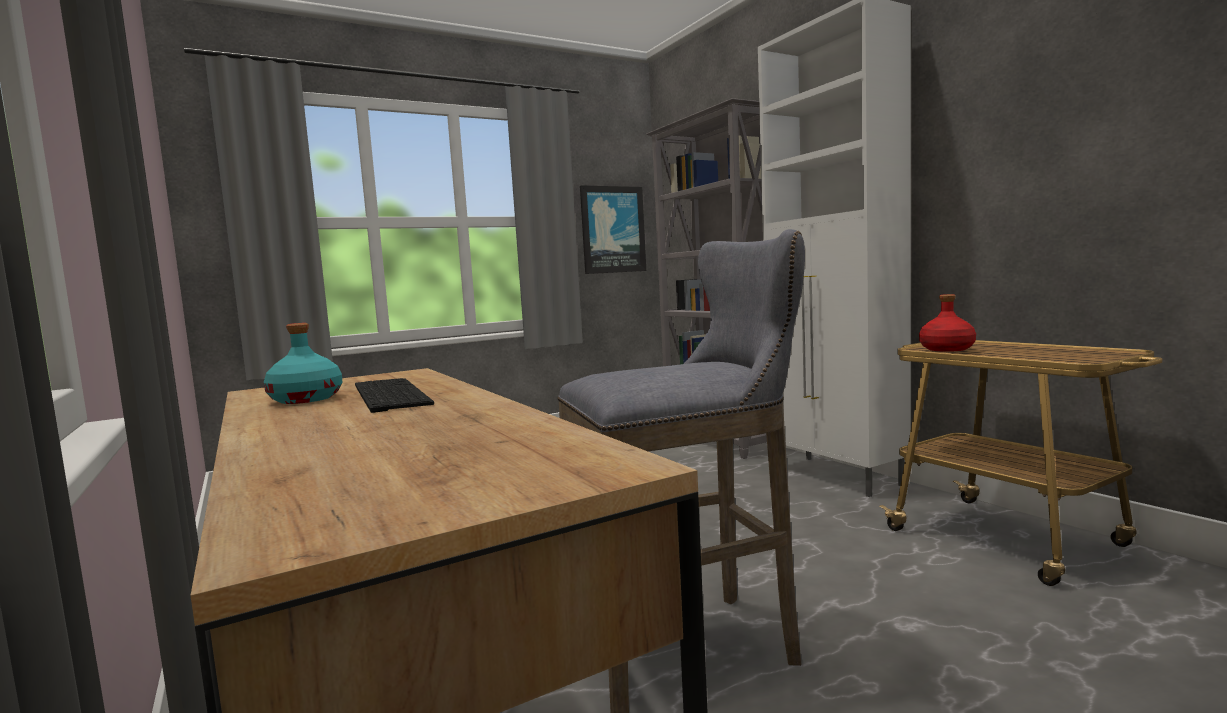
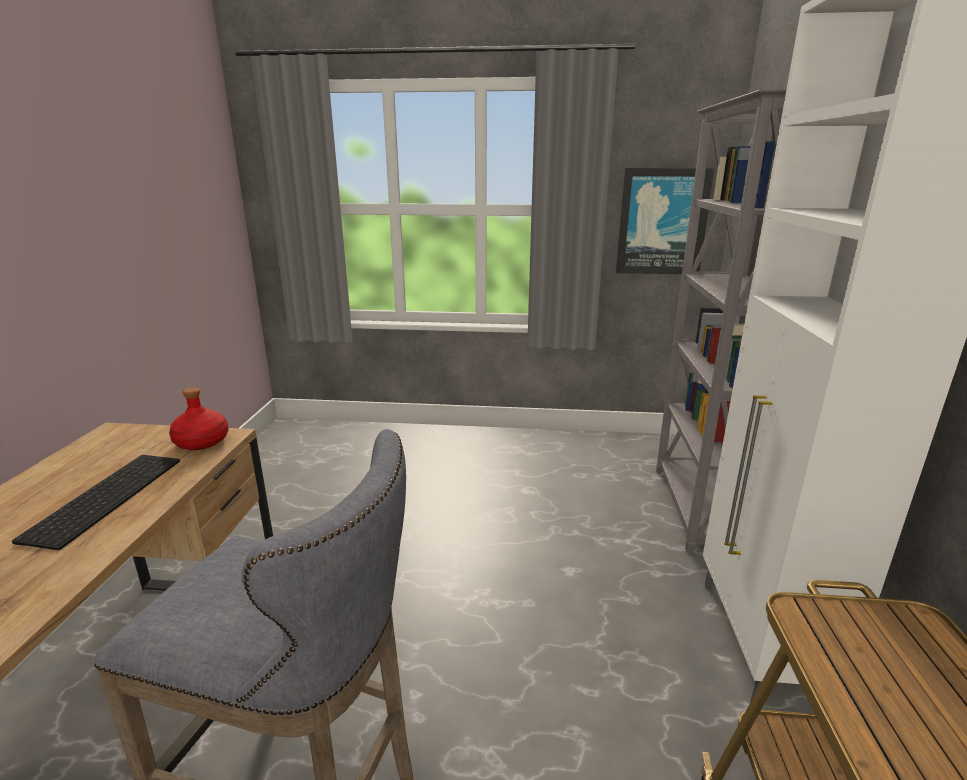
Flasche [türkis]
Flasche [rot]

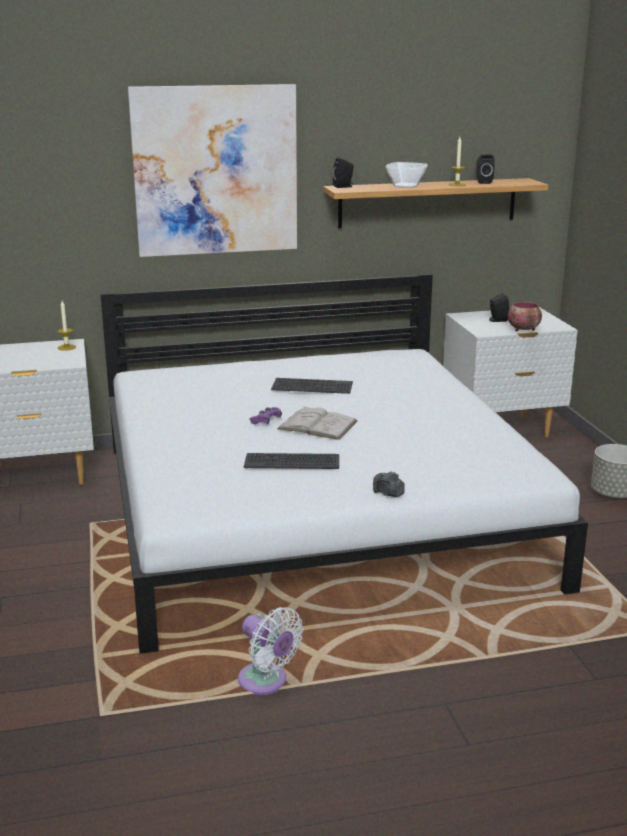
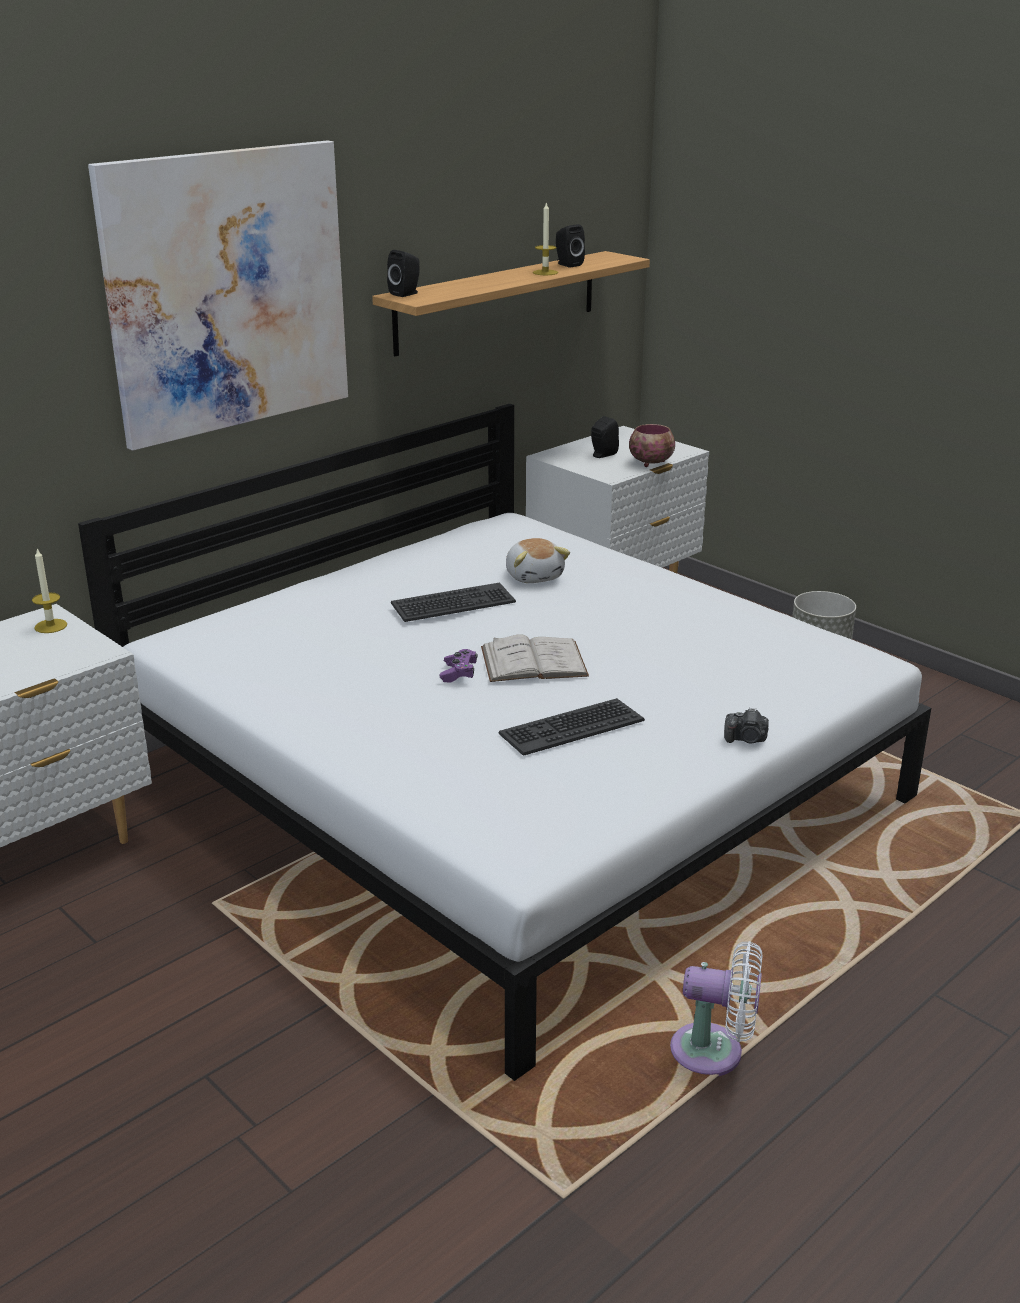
Schüssel (no. 1 from left in the first image)
Plüschtier

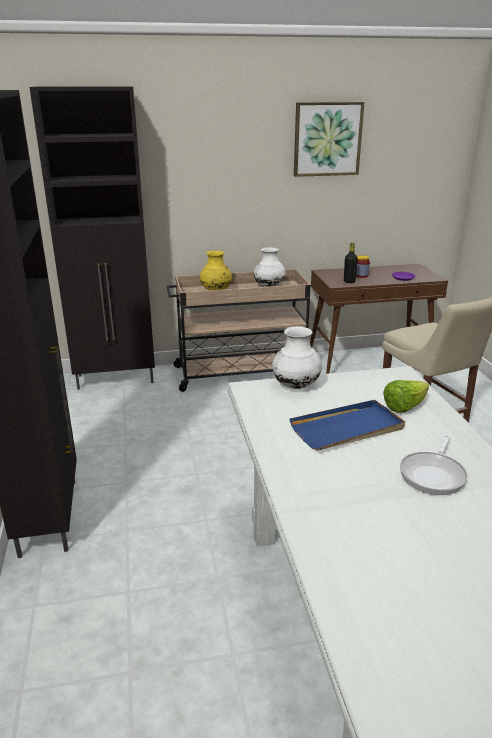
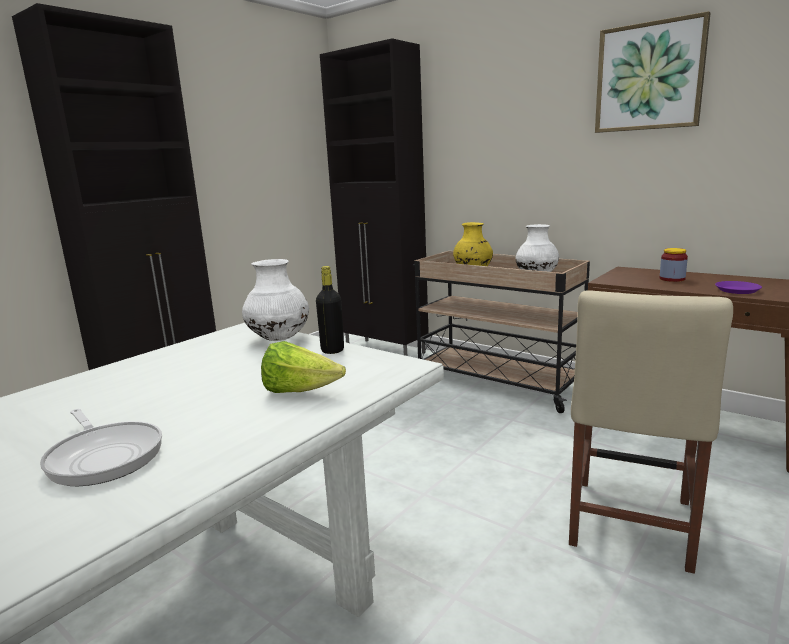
Tablett [blau]
Flasche [schwarz]
Pfanne

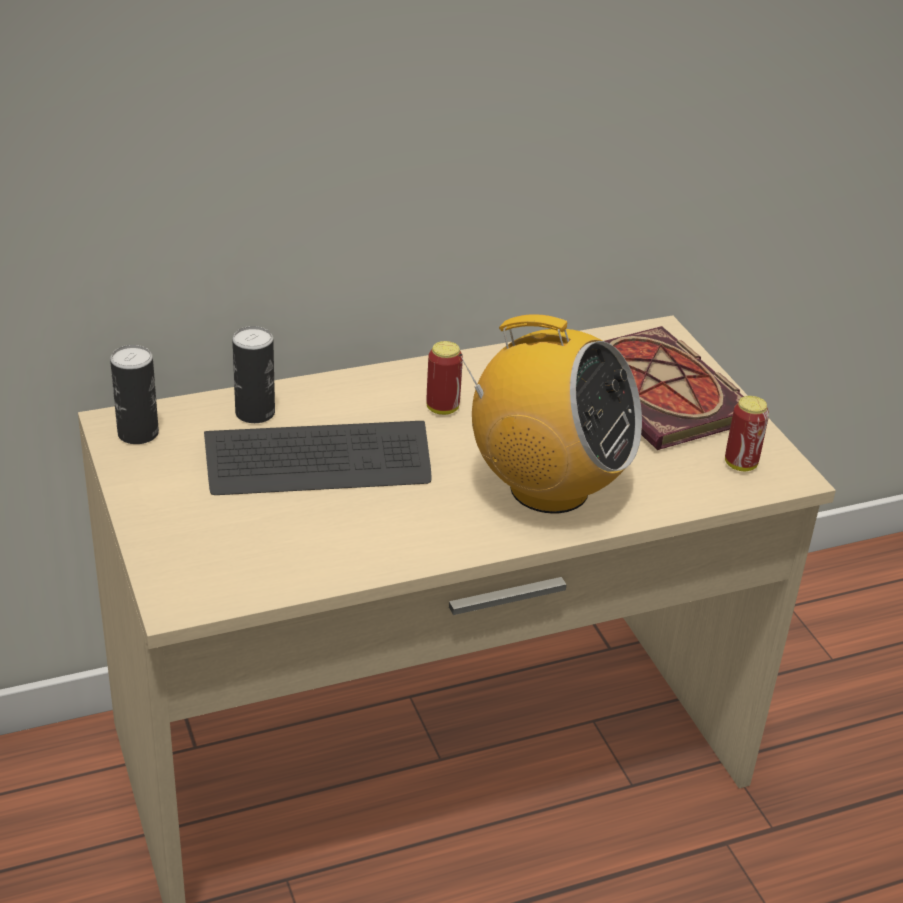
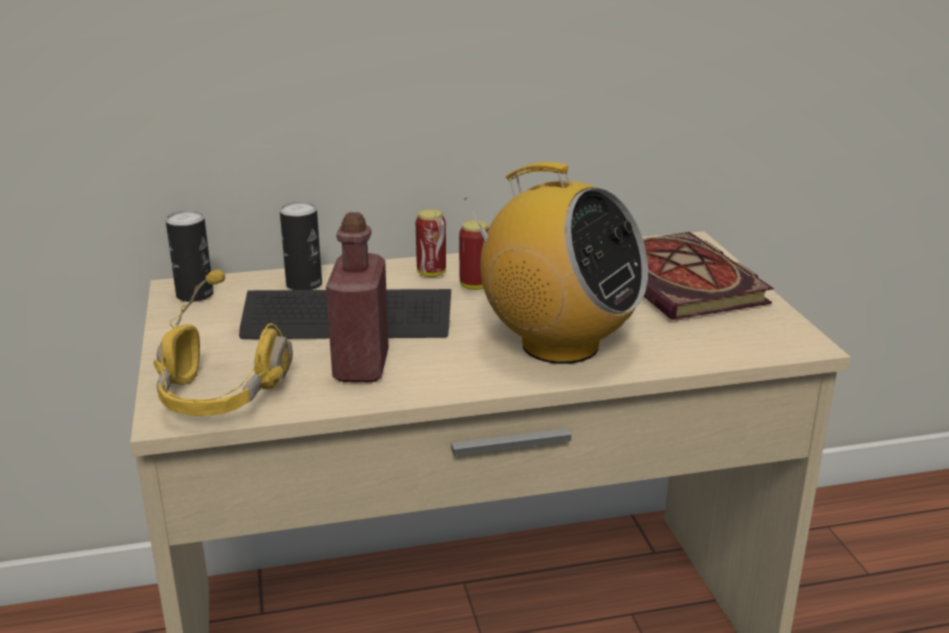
Dose (no. 3 from left)
Kopfhörer [gelb]
Flasche [rot]

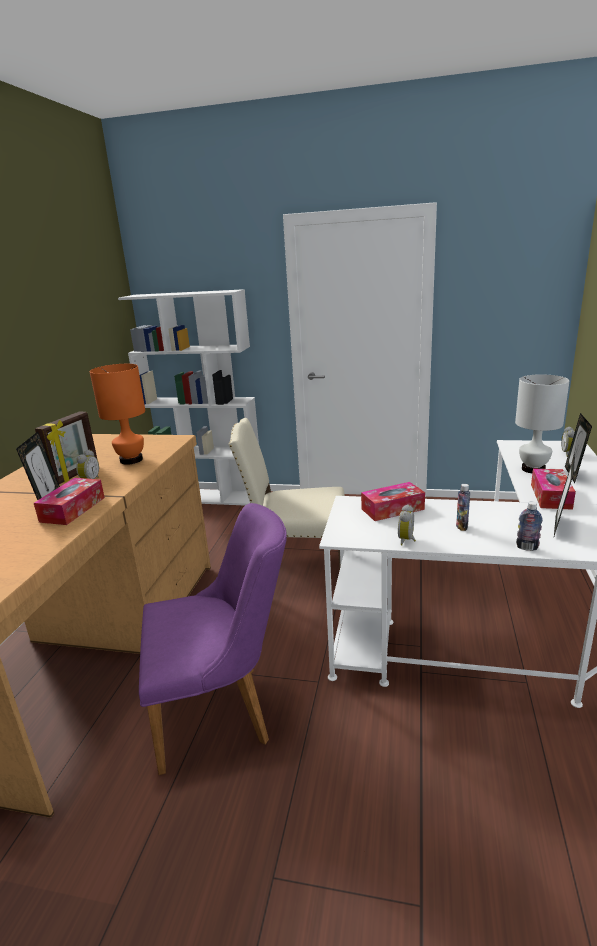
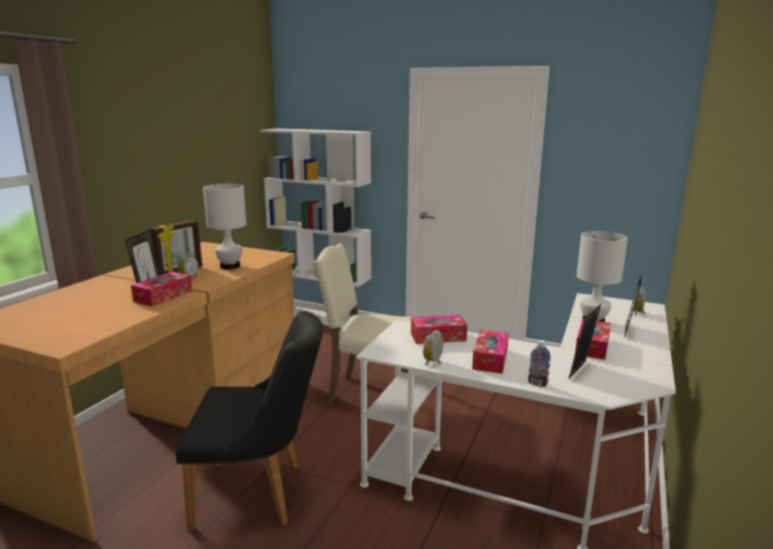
Tischlampe [weiß] (no. 1 from left)
Stuhl [schwarz]
Taschentuchbox (no. 3 from left)

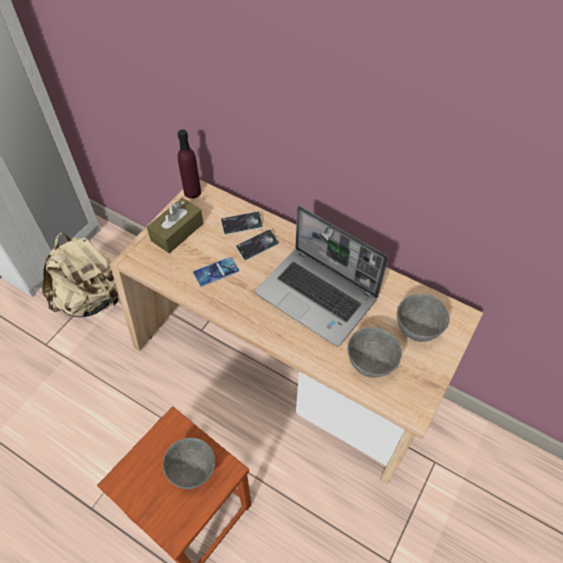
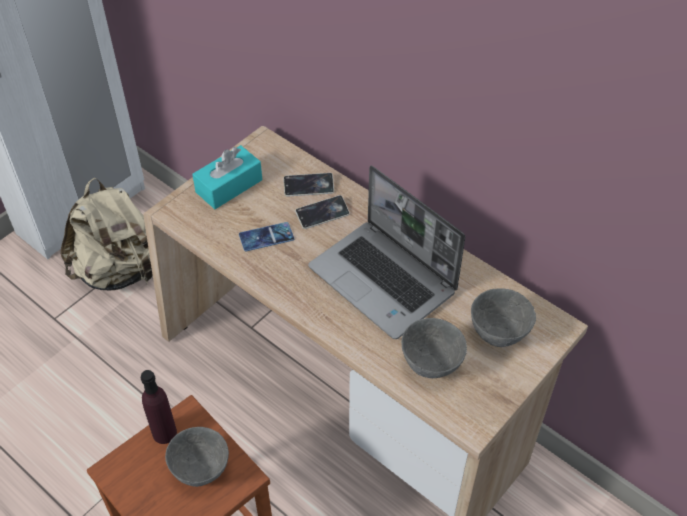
Taschentuchbox [türkis]
Flasche [lila]

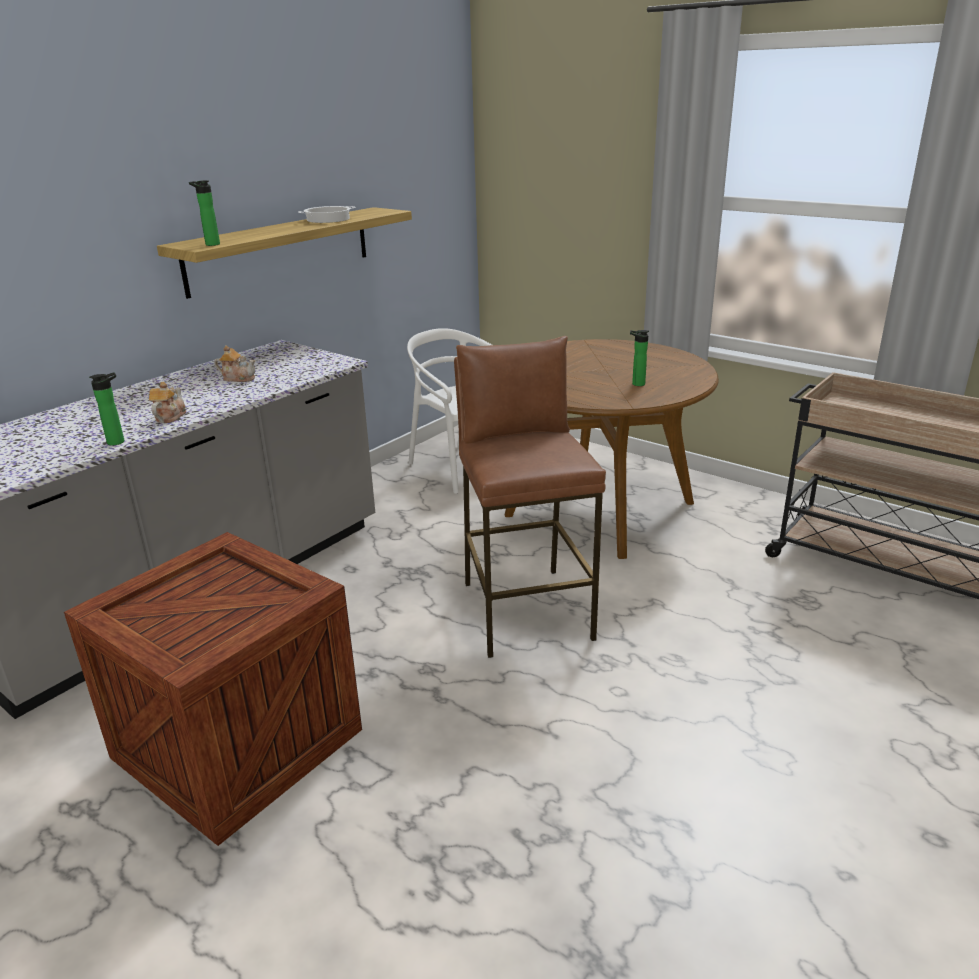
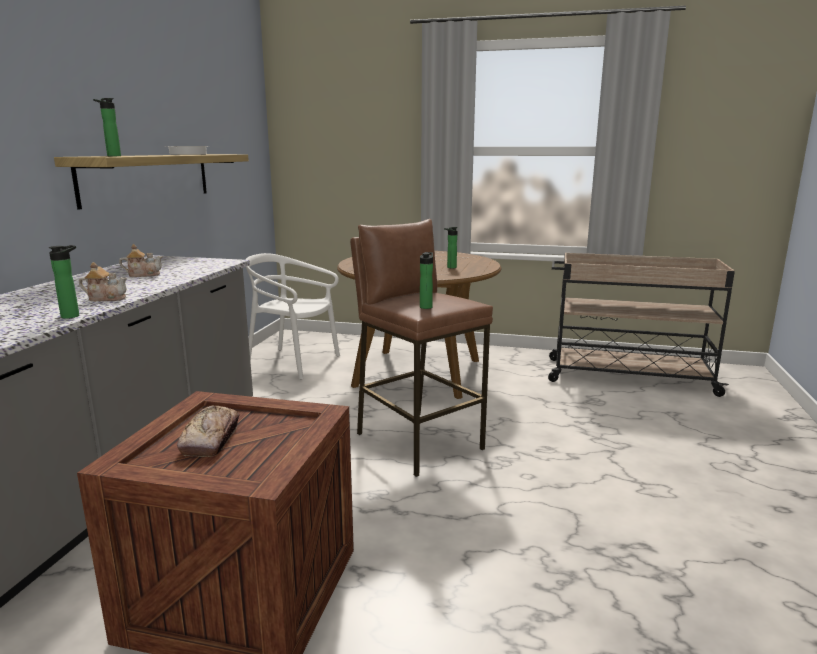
Teekanne (no. 1 from left)
Brot
Flasche (no. 3 from left)

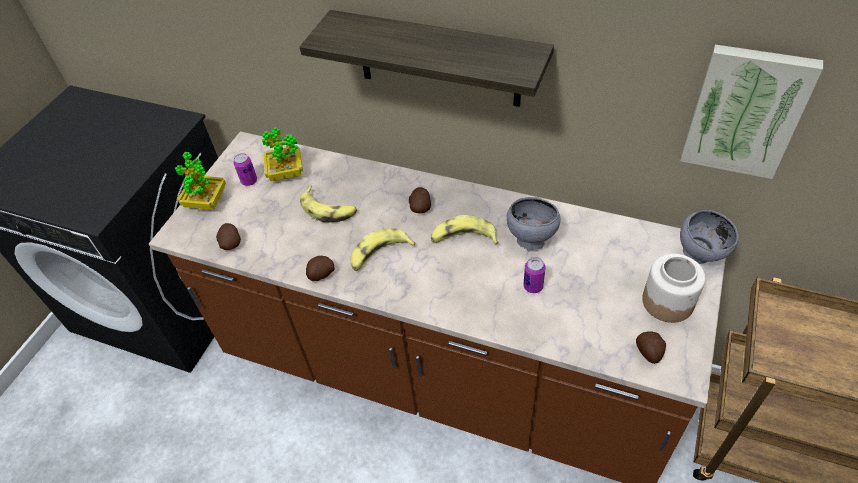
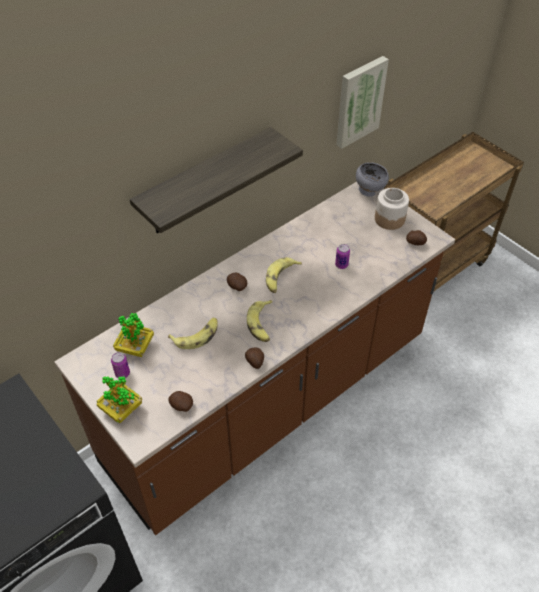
Schüssel [grau] (no. 1 from left in the first image)

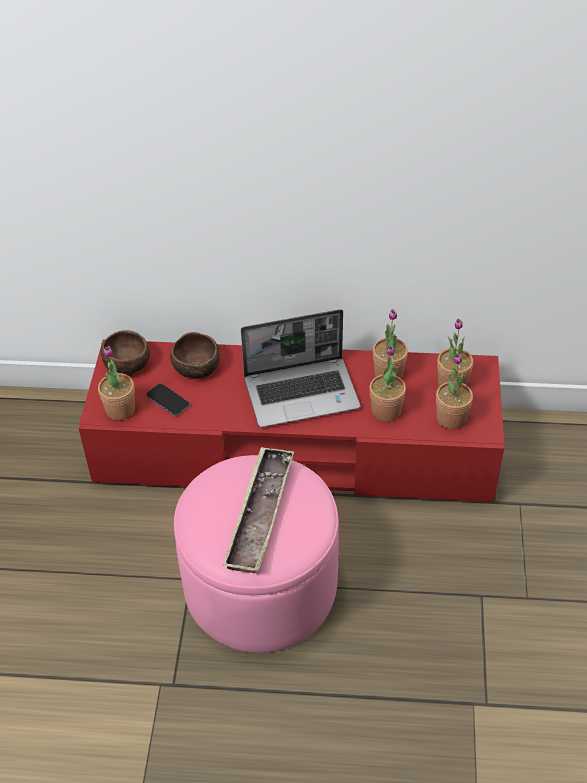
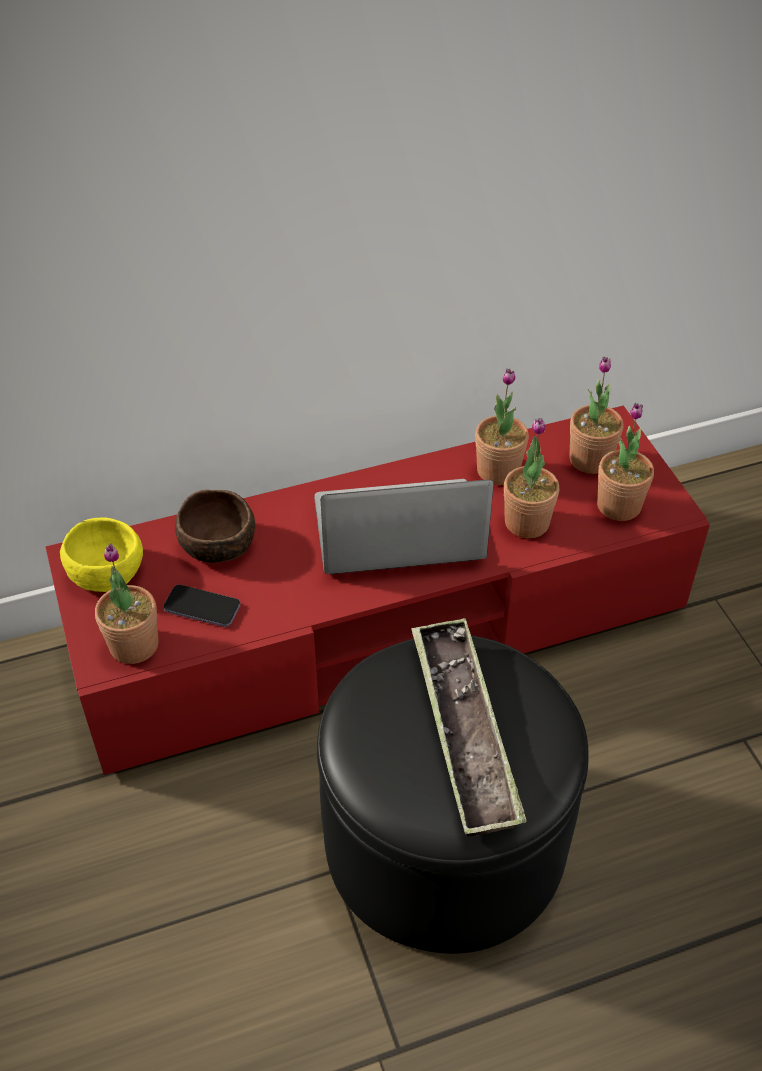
Schüssel [gelb]
Polsterhocker [schwarz]
Laptop

